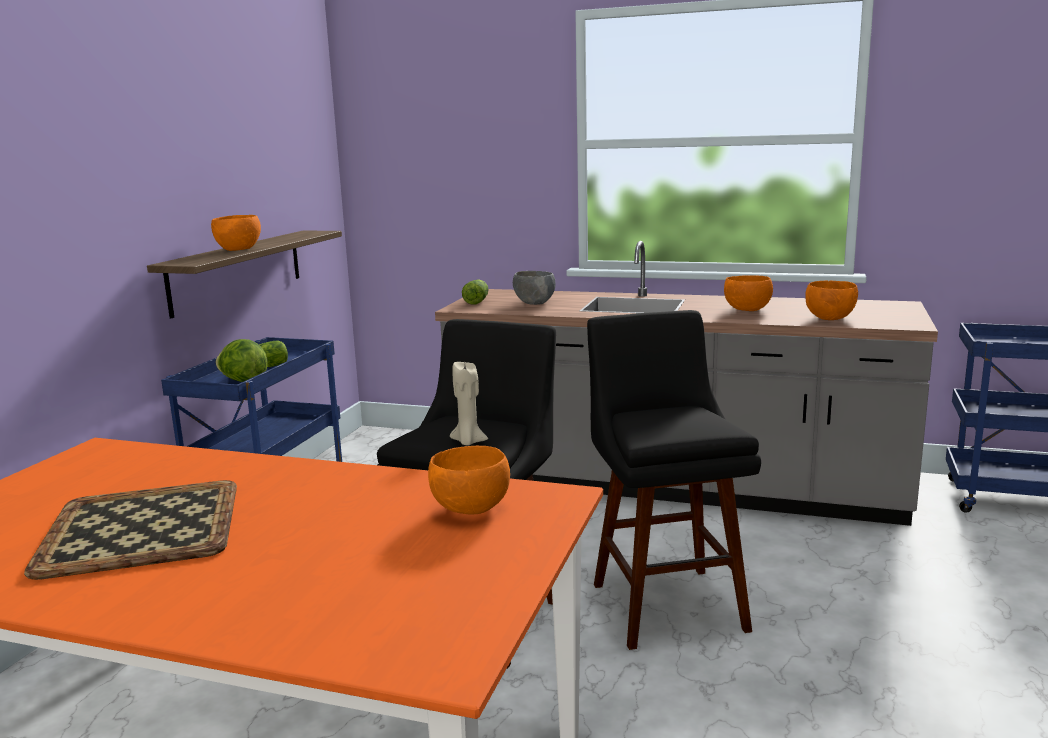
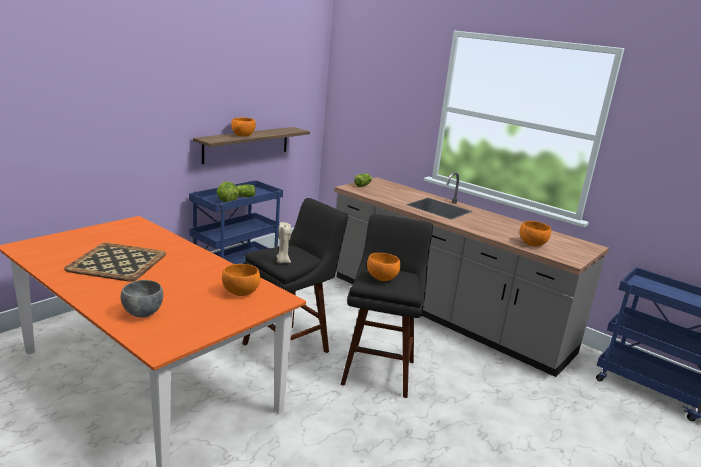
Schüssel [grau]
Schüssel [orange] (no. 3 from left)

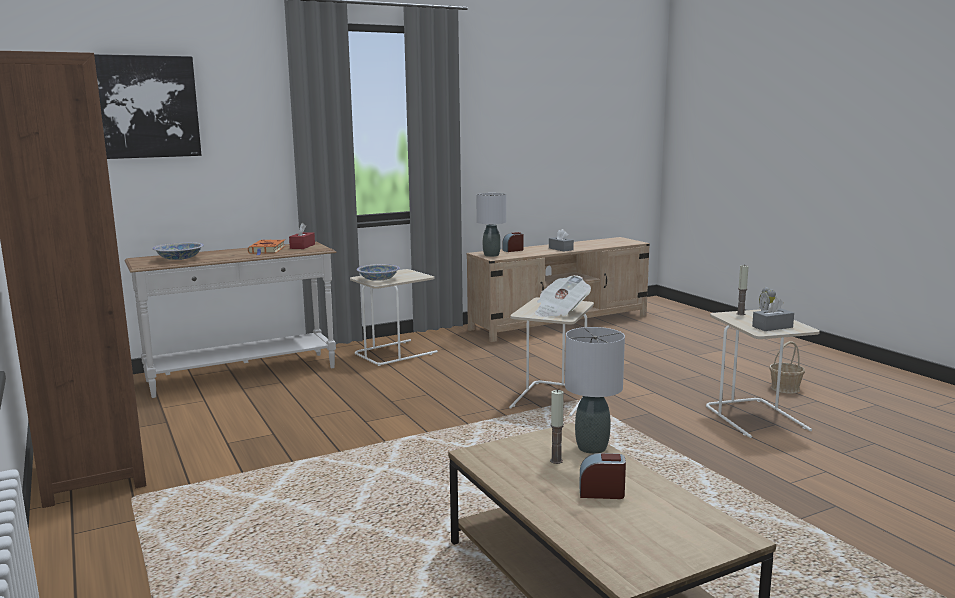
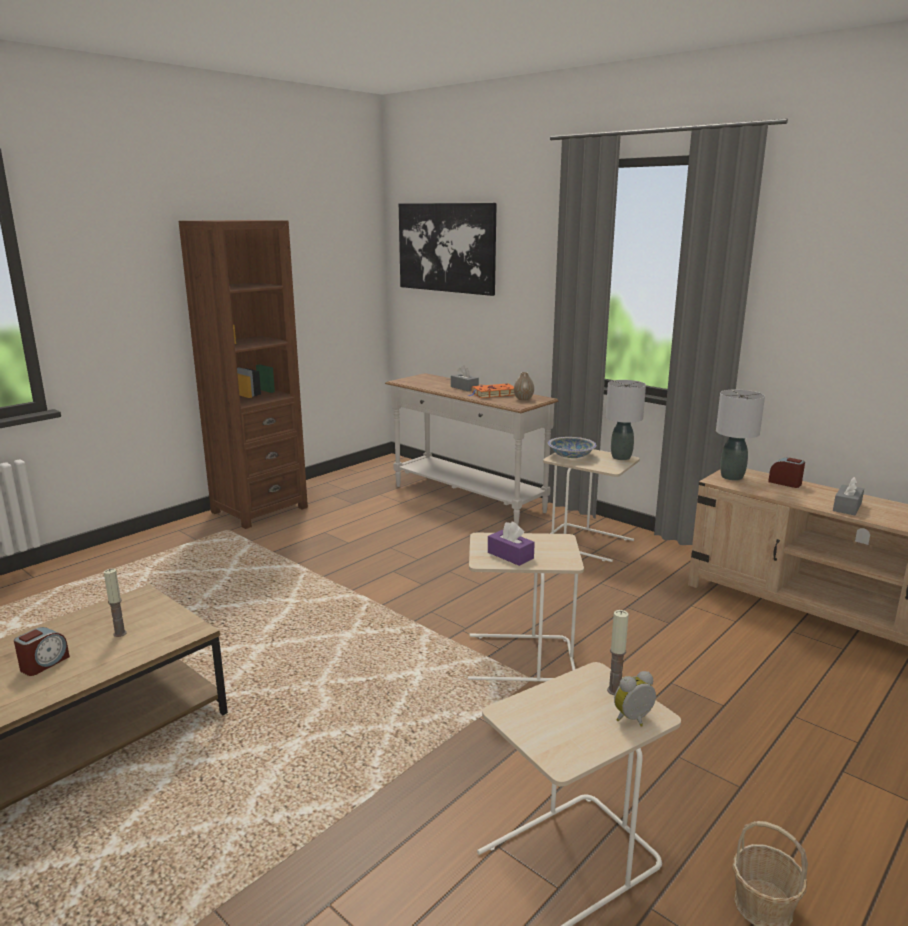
Schüssel (no. 1 from left in the first image)
Vase
Taschentuchbox [lila]
Tischlampe [grau] (no. 1 from left)
Wecker (no. 1 from left)
Taschentuchbox [grau] (no. 1 from left)

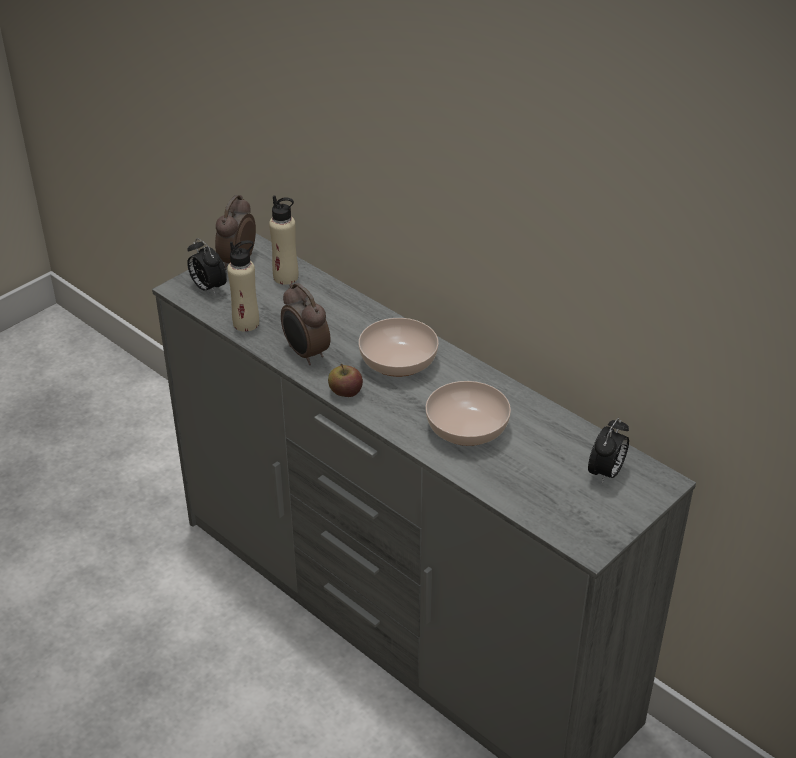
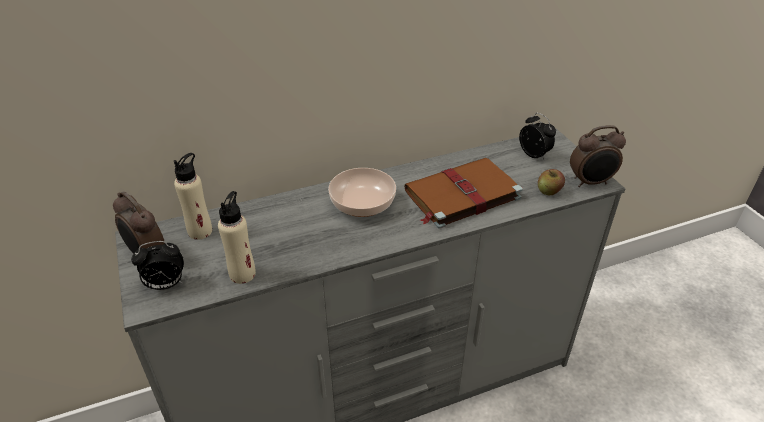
Wecker (no. 4 from left)
Apfel
Buch [braun]

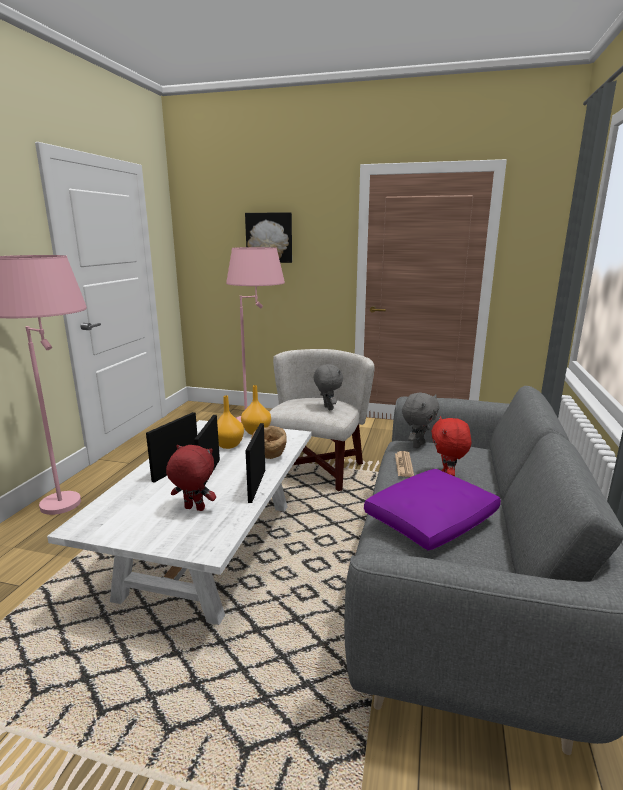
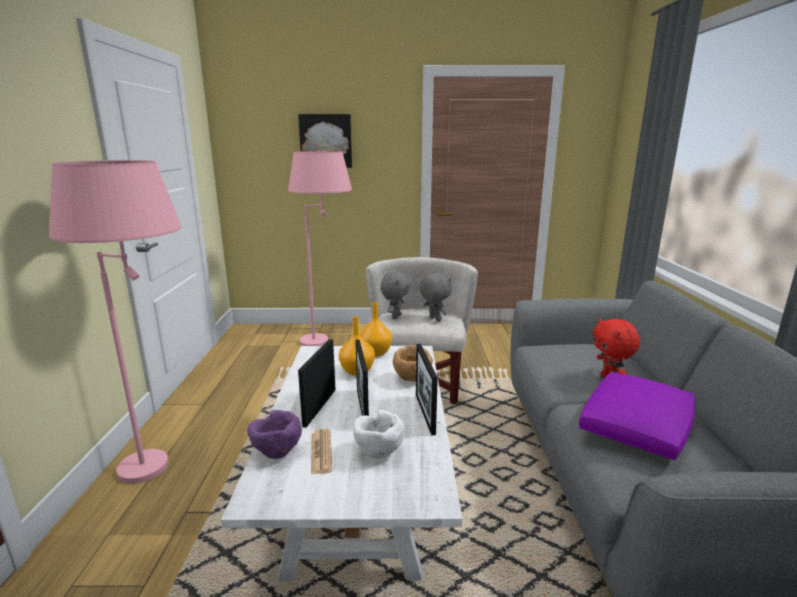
Schüssel [weiß]
Zeitung
Plüschtier [grau] (no. 1 from left)
Schüssel [lila]

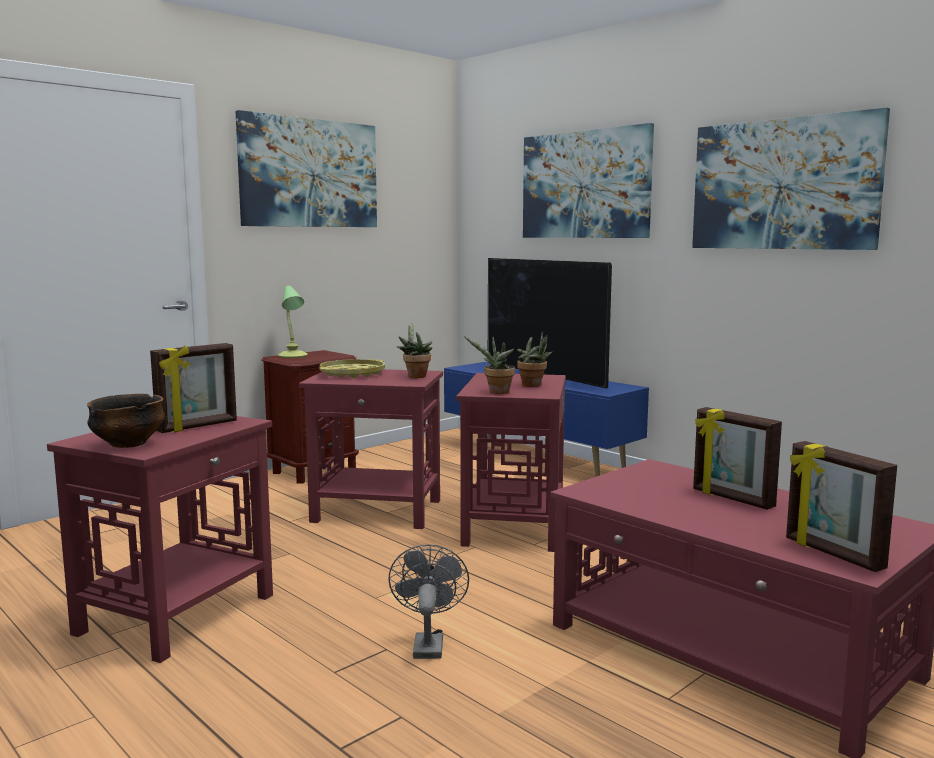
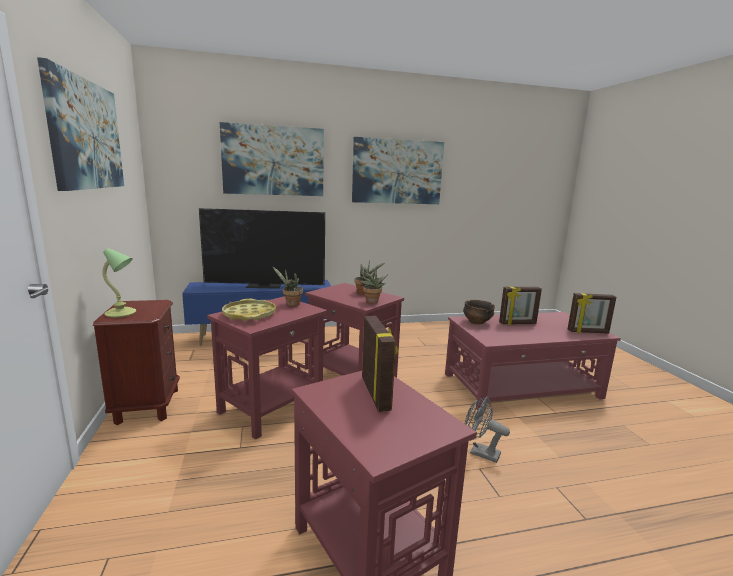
Schüssel

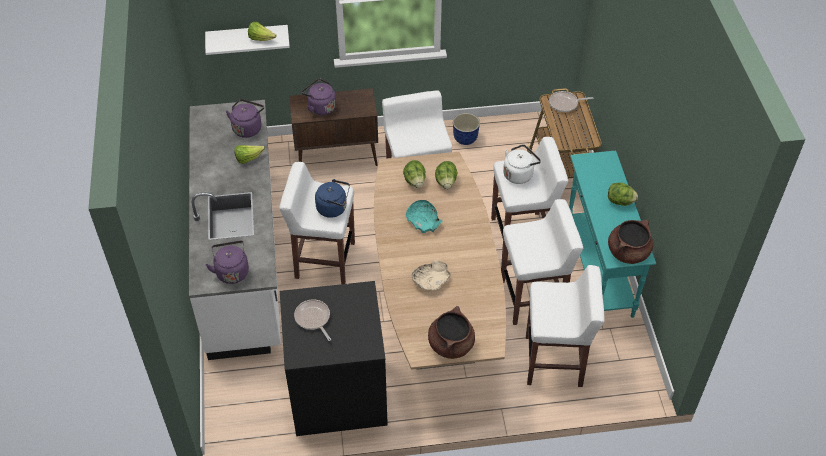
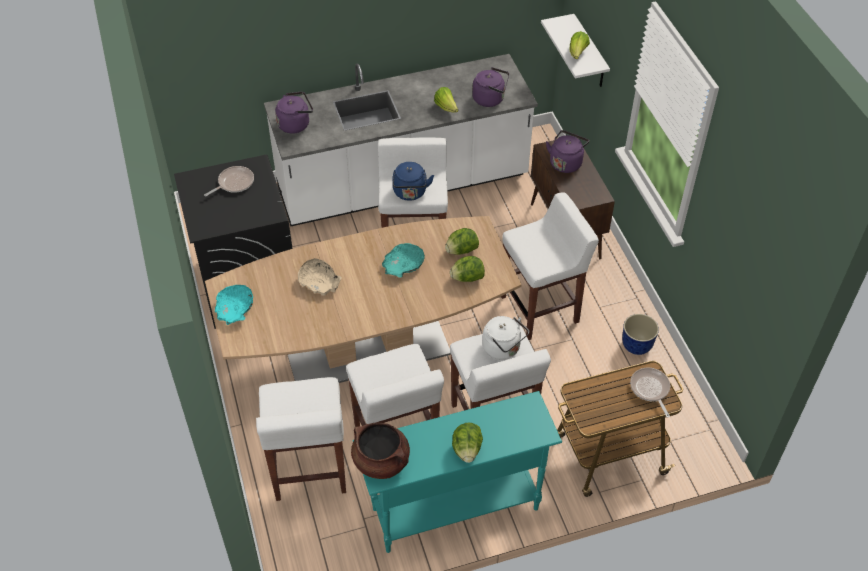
Schüssel [türkis] (no. 1 from left)

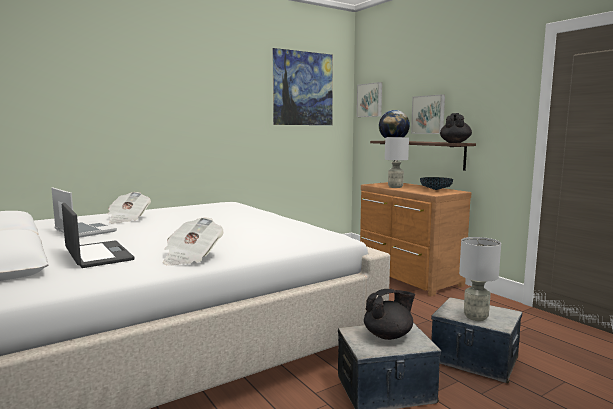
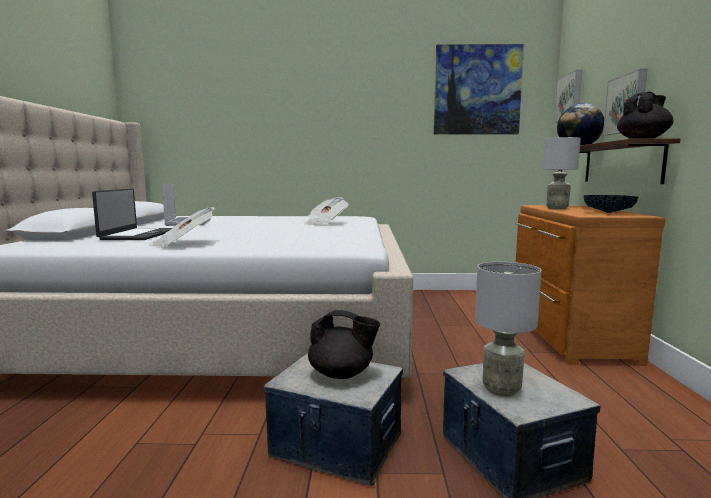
Zeitung (no. 2 from left)

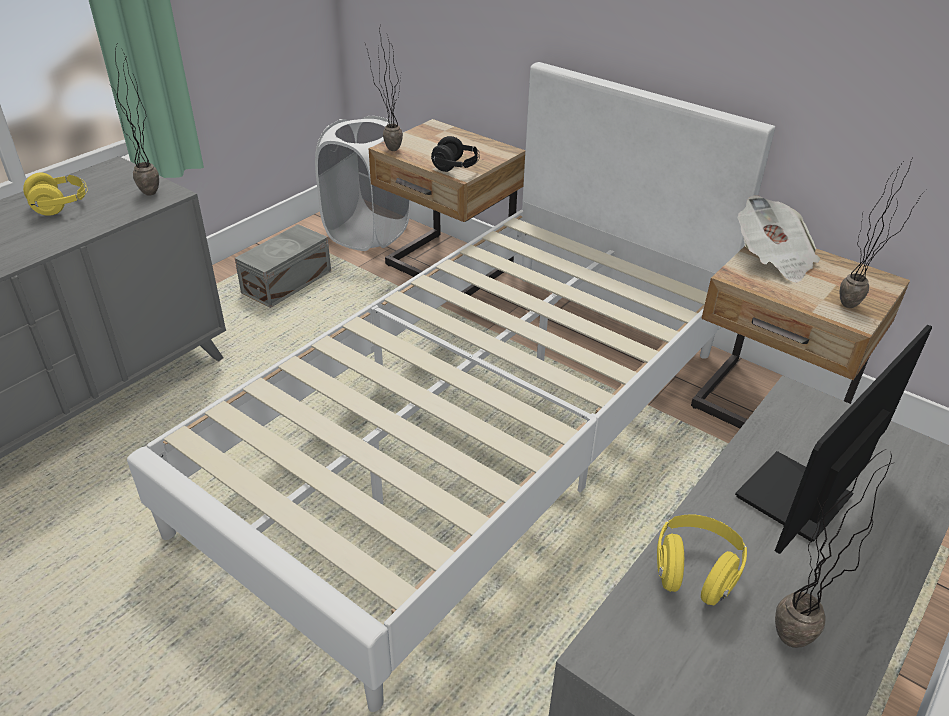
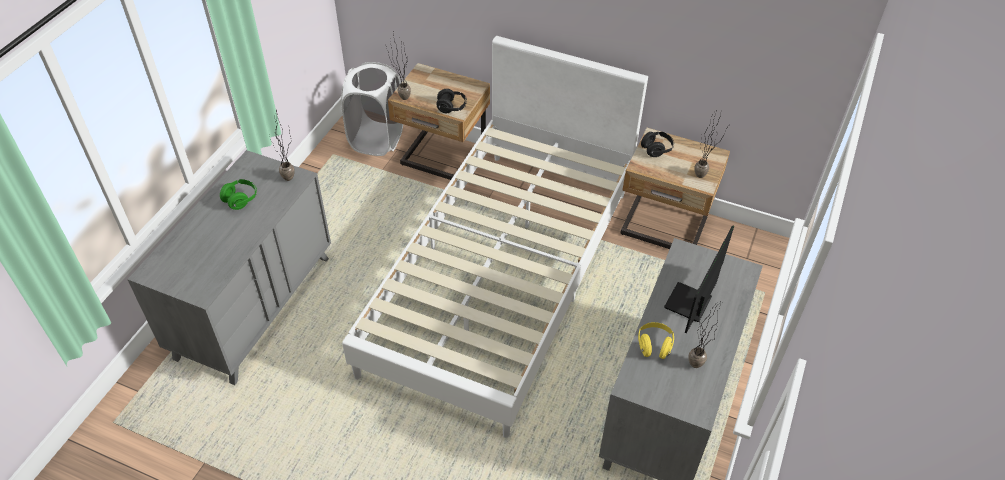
Kopfhörer [grün]
Aufbewahrungsbox [grau]
Kopfhörer [schwarz] (no. 2 from left)

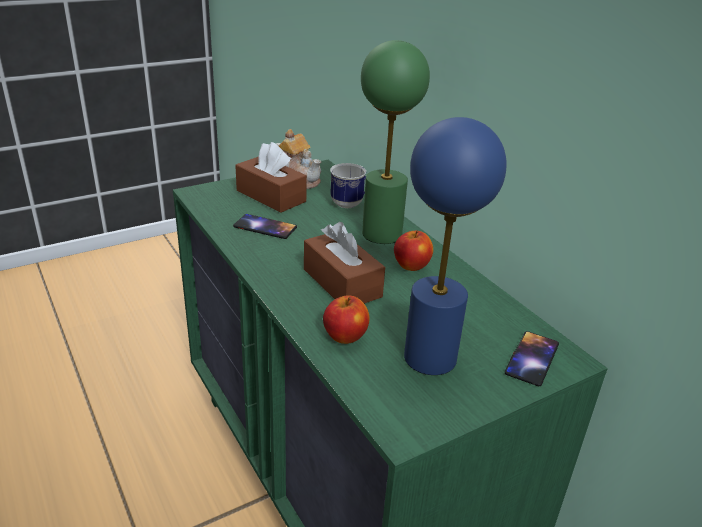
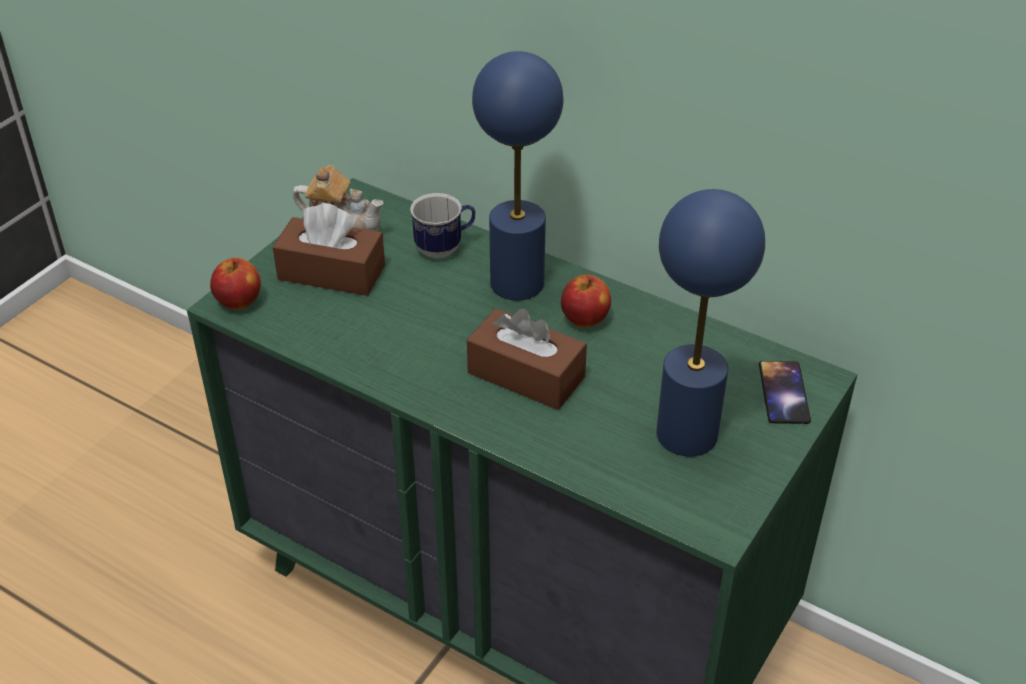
Handy (no. 1 from left in the first image)
Apfel (no. 1 from left)
Tischlampe [blau] (no. 1 from left)

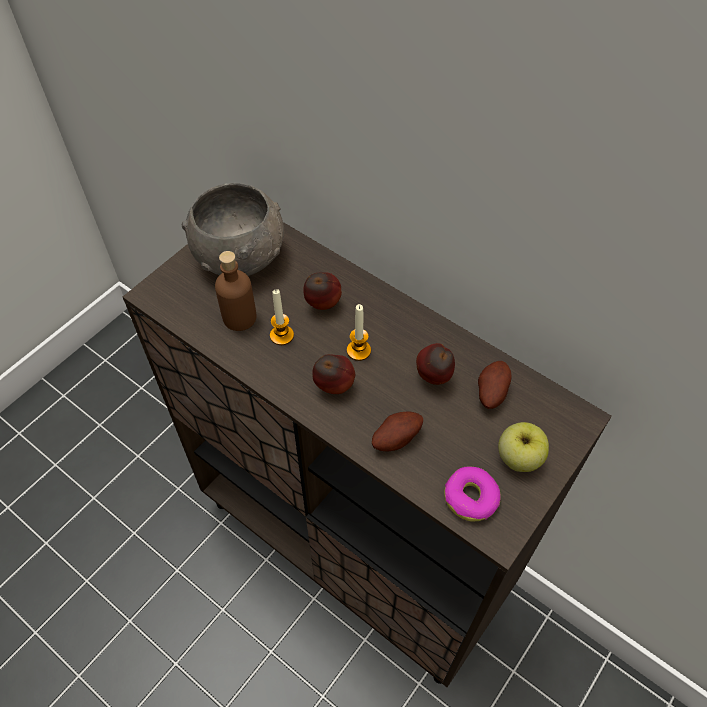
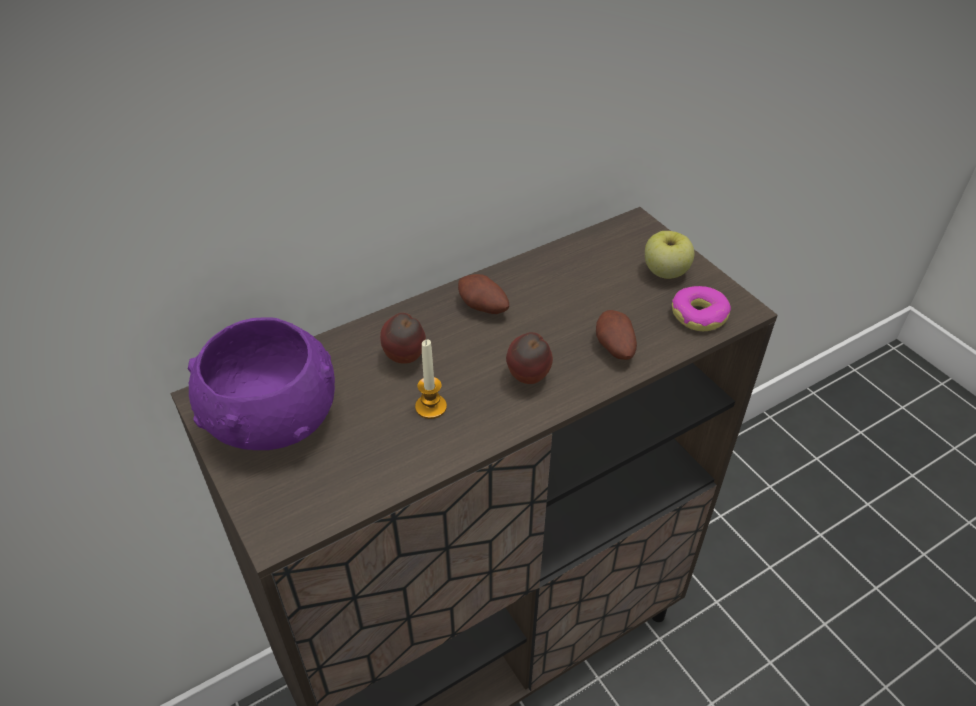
Schüssel [lila]
Flasche [braun]
Kerze (no. 2 from left in the first image)
Apfel (no. 3 from left in the first image)
Kartoffel (no. 1 from left)

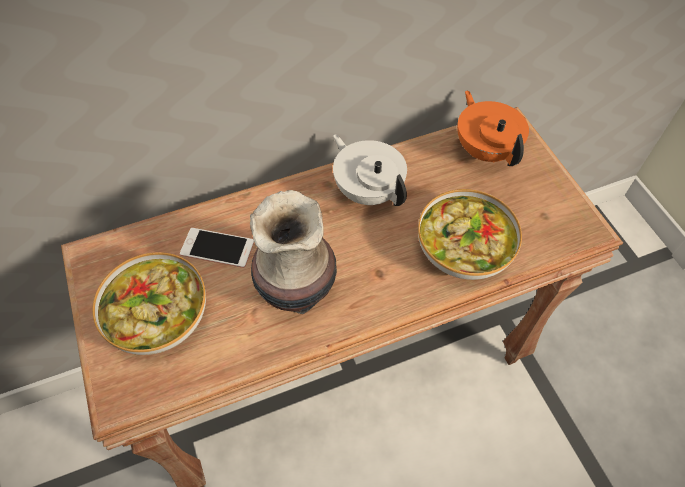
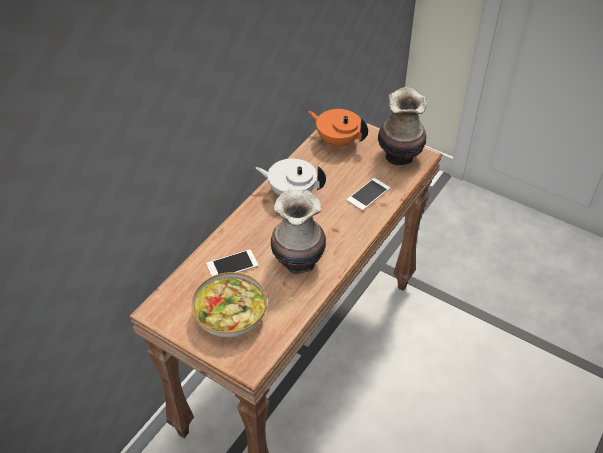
Handy (no. 2 from left)
Vase (no. 2 from left)

